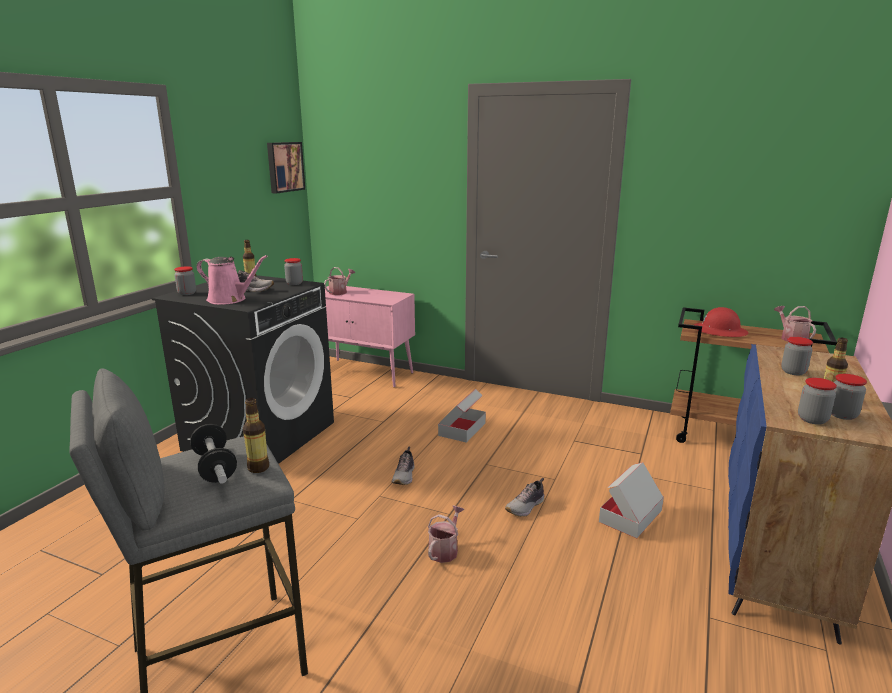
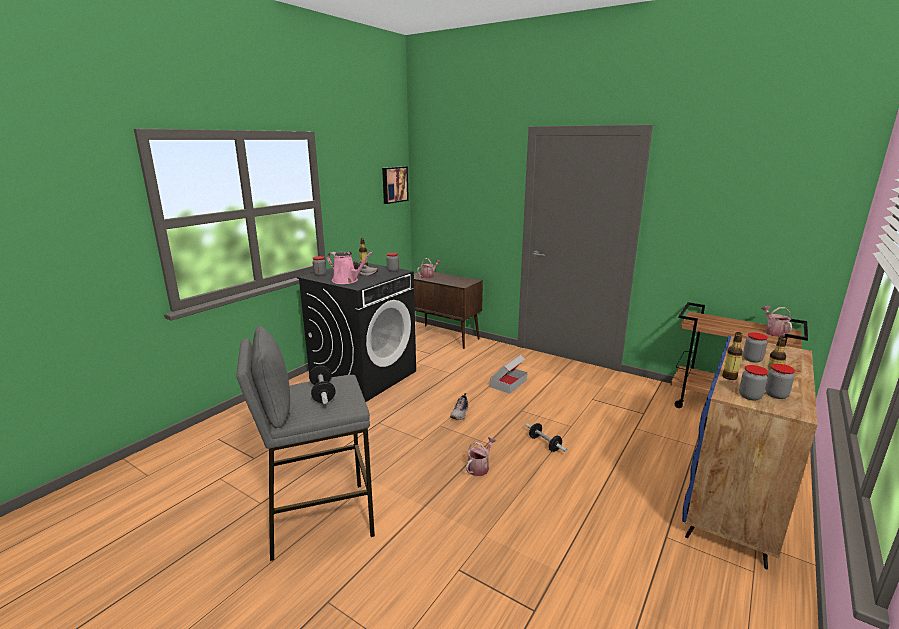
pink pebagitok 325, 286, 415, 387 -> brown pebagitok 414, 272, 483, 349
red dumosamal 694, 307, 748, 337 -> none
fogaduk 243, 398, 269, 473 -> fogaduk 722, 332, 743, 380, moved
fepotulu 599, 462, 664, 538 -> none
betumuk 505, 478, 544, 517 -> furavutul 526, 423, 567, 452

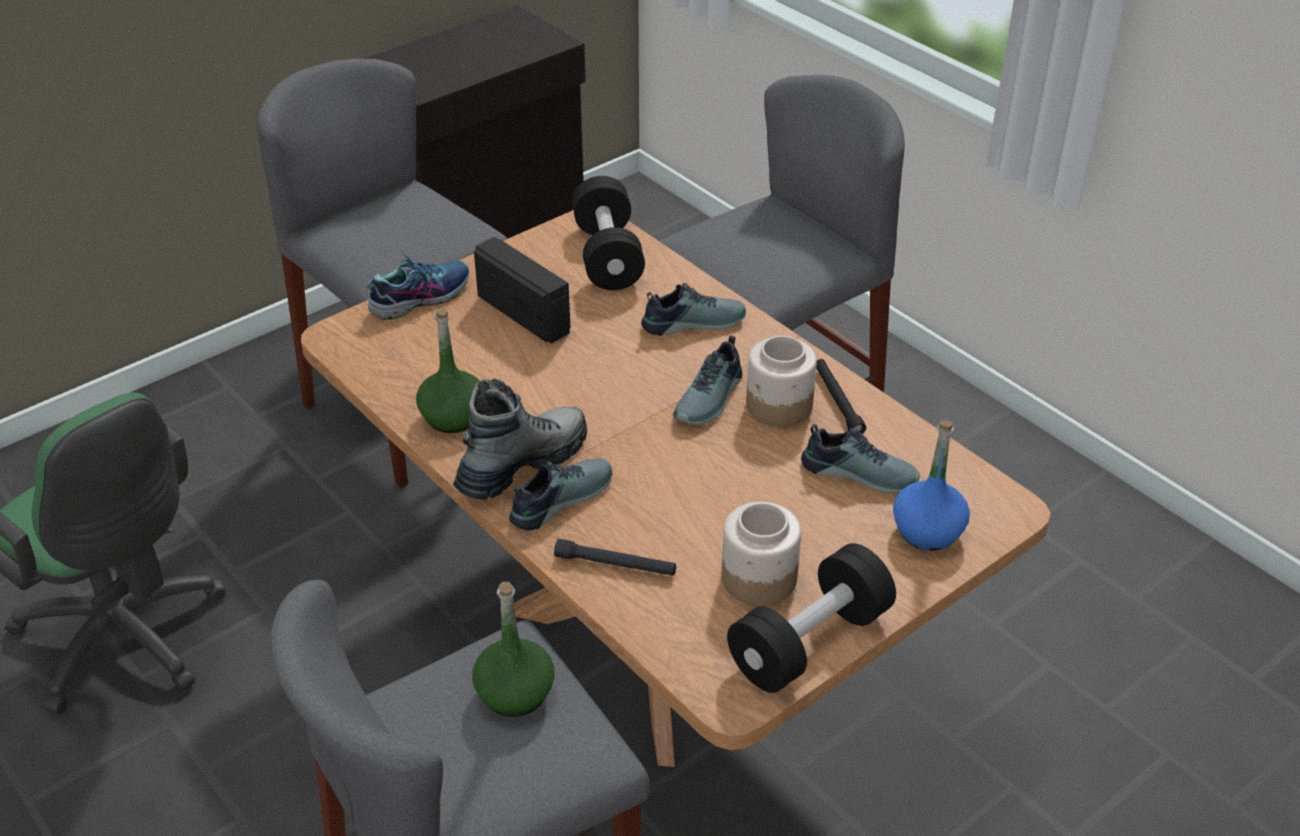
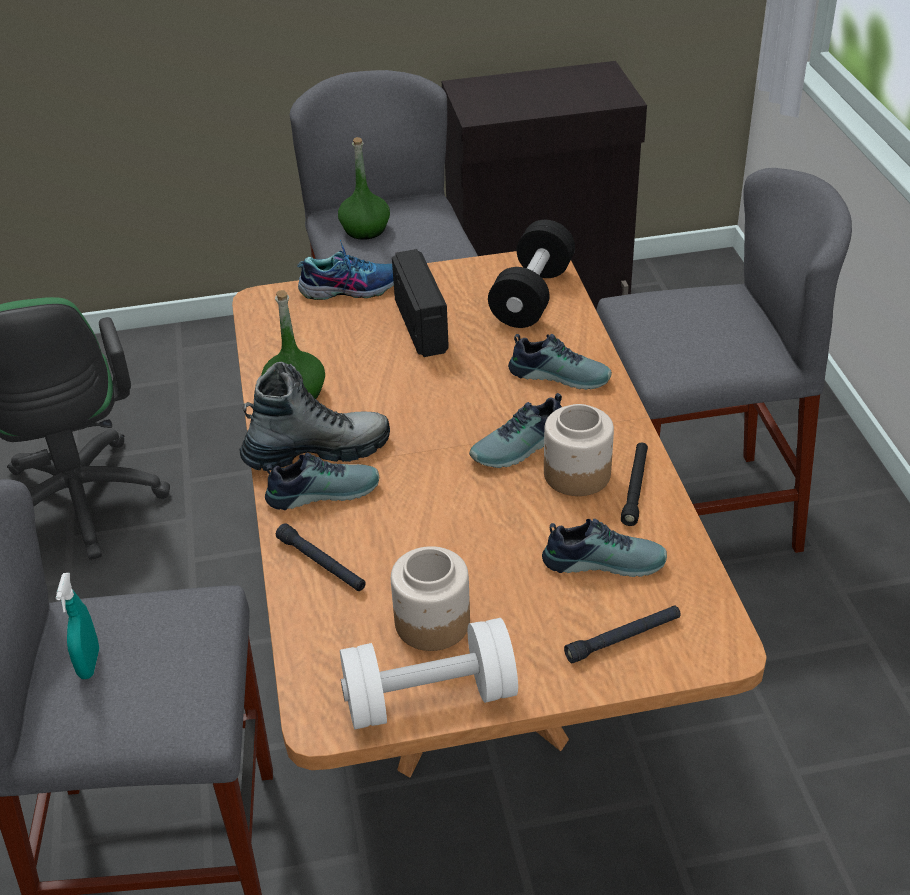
blue fogaduk 893, 420, 970, 551 -> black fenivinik 564, 605, 681, 663
betumuk 801, 424, 920, 494 -> betumuk 542, 519, 667, 577, 45 degrees counterclockwise
black furavutul 727, 543, 896, 693 -> white furavutul 340, 618, 518, 730
green fogaduk 472, 582, 555, 717 -> green fogaduk 338, 137, 390, 240, moved
none -> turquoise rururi 56, 573, 99, 679

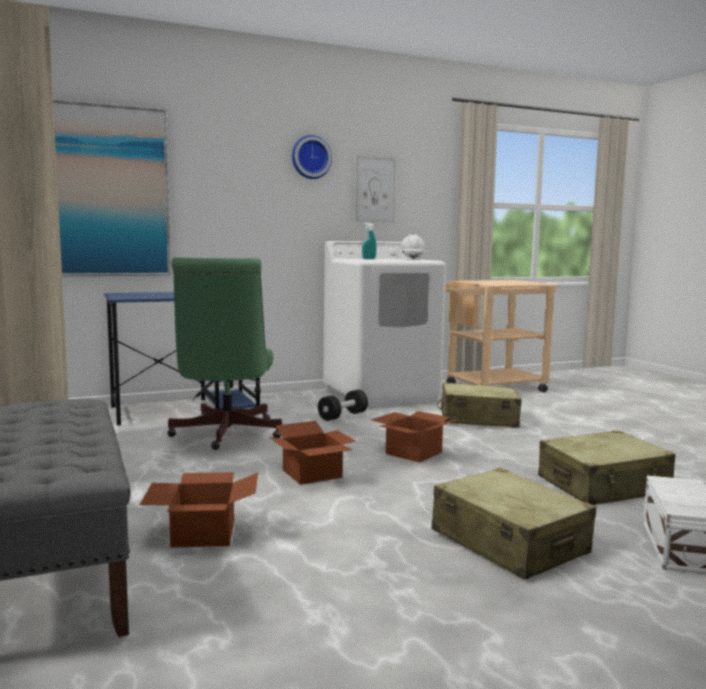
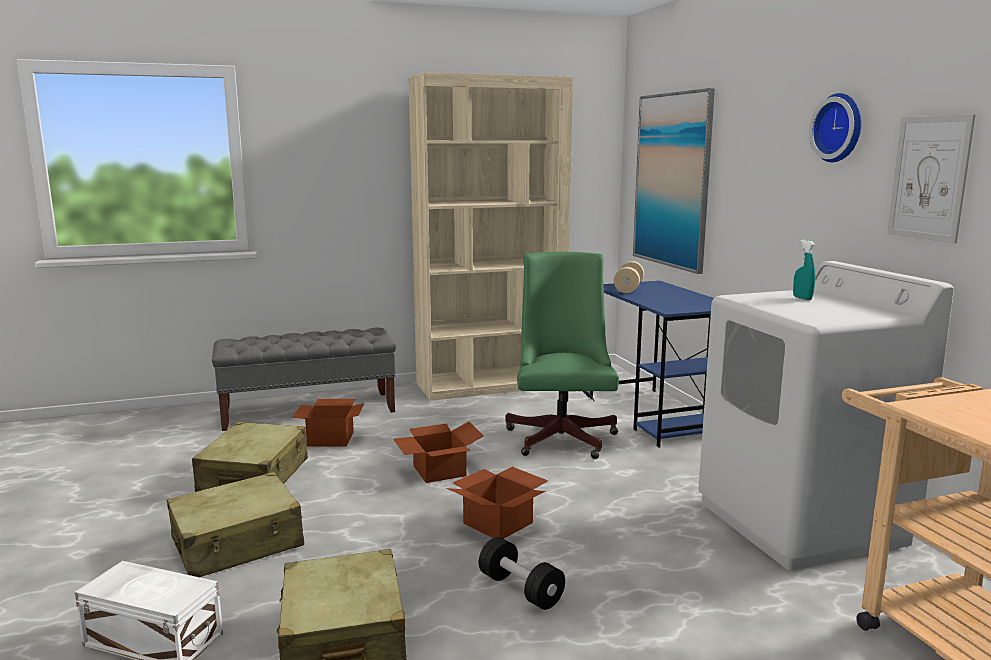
white dumosamal 399, 235, 427, 260 -> none
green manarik 167, 257, 282, 450 -> green manarik 505, 252, 619, 459, 90 degrees clockwise
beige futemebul 437, 382, 522, 428 -> beige futemebul 192, 422, 308, 492, moved
black furavutul 318, 390, 368, 421 -> black furavutul 479, 537, 565, 610, moved
none -> beige furavutul 614, 261, 644, 293

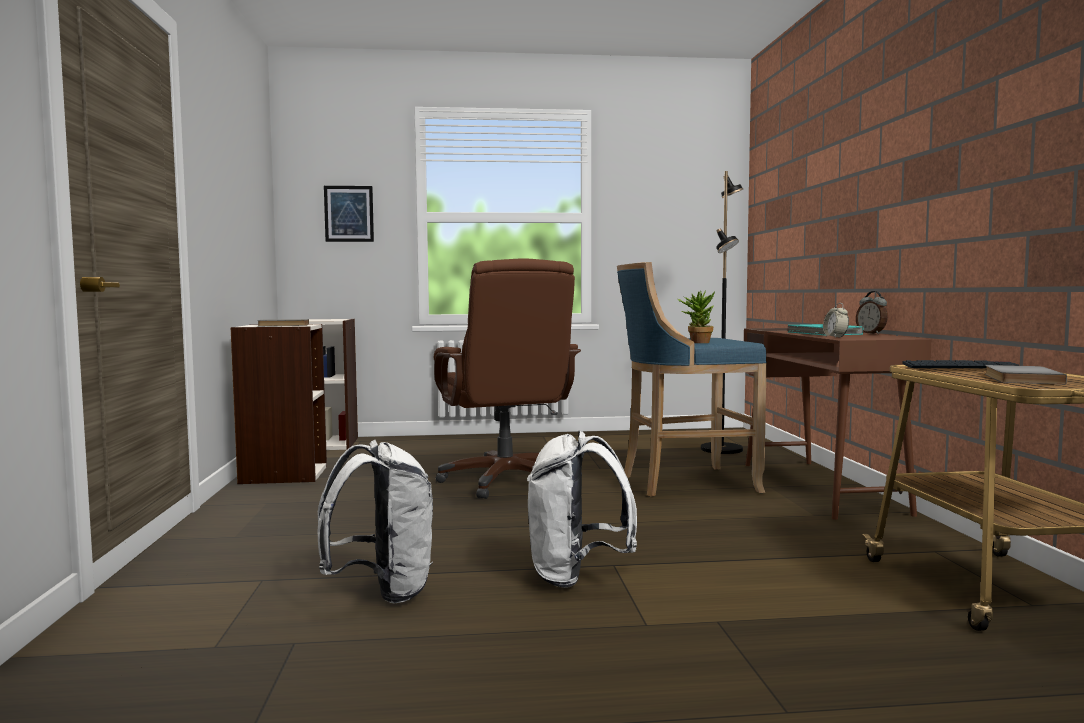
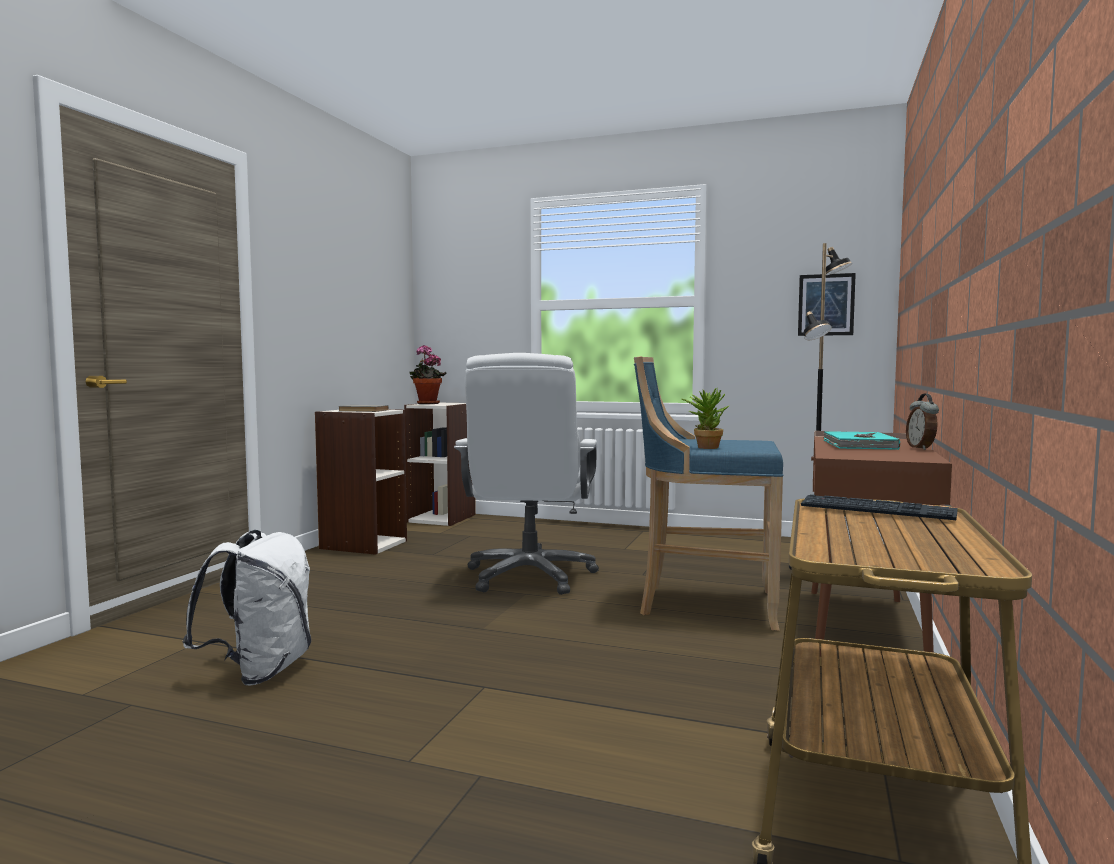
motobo 324, 186, 374, 242 -> motobo 798, 273, 856, 336, moved
brown manarik 434, 258, 581, 499 -> white manarik 454, 353, 599, 595
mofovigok 823, 303, 849, 338 -> none
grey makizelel 985, 365, 1067, 385 -> none
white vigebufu 527, 431, 637, 588 -> none
none -> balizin 409, 345, 446, 404

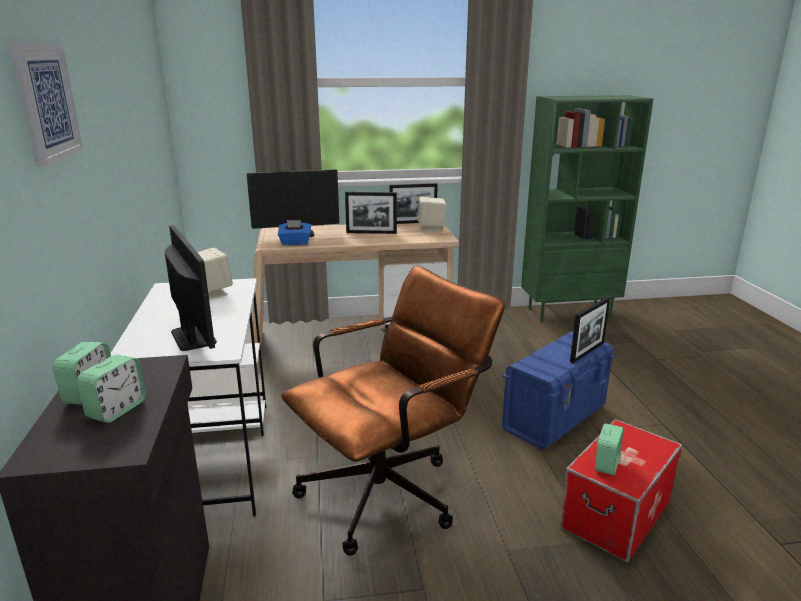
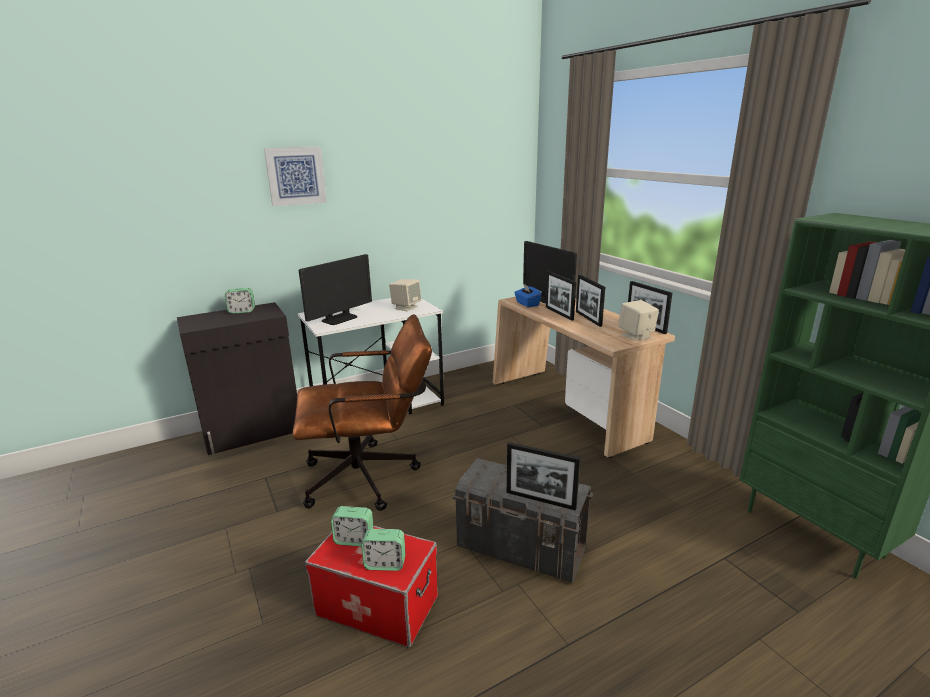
brown manarik 281, 266, 505, 556 -> brown manarik 293, 314, 432, 511, 45 degrees counterclockwise
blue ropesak 502, 331, 615, 450 -> grey ropesak 453, 458, 593, 583
mofovigok 77, 355, 146, 423 -> mofovigok 362, 529, 406, 571, moved
none -> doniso 546, 271, 576, 321

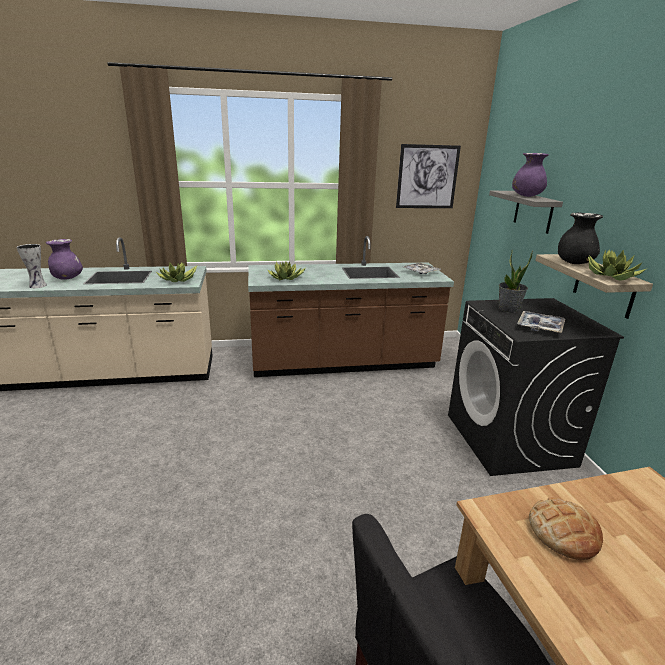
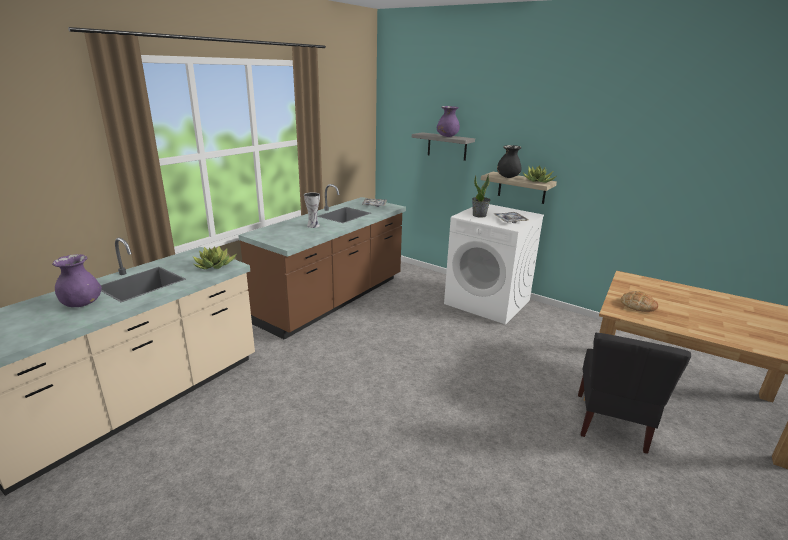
motobo 396, 144, 461, 208 -> none
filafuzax 16, 244, 47, 288 -> filafuzax 304, 192, 320, 228, moved
balizin 268, 261, 305, 280 -> none
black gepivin 448, 298, 624, 476 -> white gepivin 444, 204, 544, 325

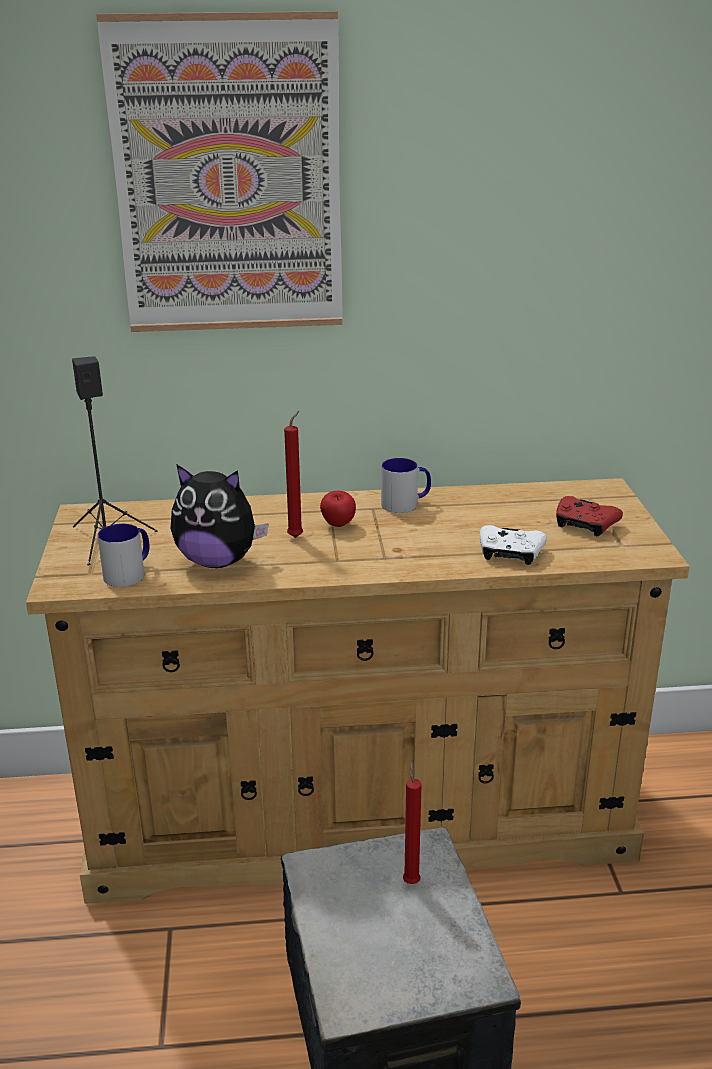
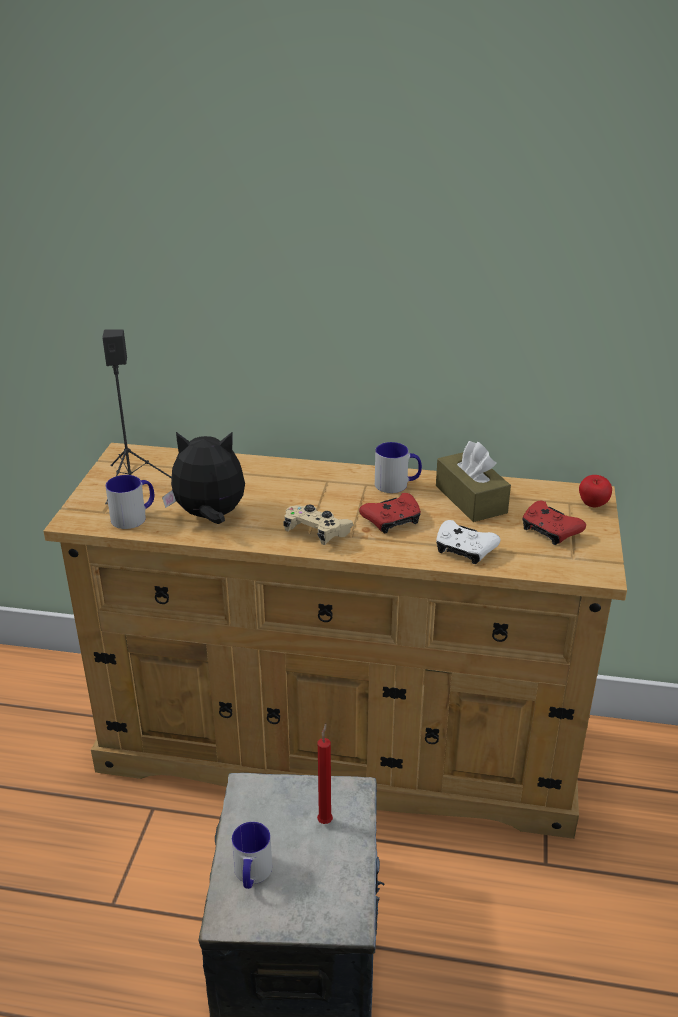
motobo 96, 11, 343, 332 -> none
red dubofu 284, 411, 303, 538 -> none
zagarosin 170, 464, 269, 568 -> zagarosin 162, 432, 245, 524, 150 degrees clockwise
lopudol 320, 491, 356, 527 -> lopudol 579, 475, 612, 508, moved
none -> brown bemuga 436, 441, 511, 522
none -> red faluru 359, 493, 421, 533
none -> beige faluru 283, 505, 354, 545
none -> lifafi 232, 822, 272, 889

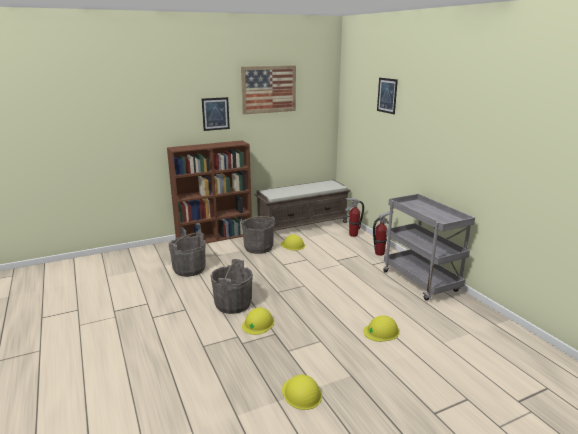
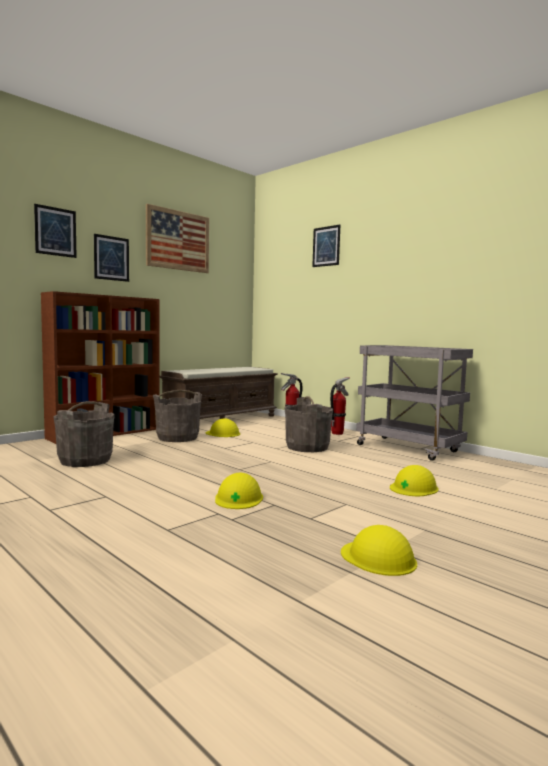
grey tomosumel 211, 259, 253, 314 -> grey tomosumel 284, 396, 333, 452, moved
none -> motobo 34, 204, 77, 258

